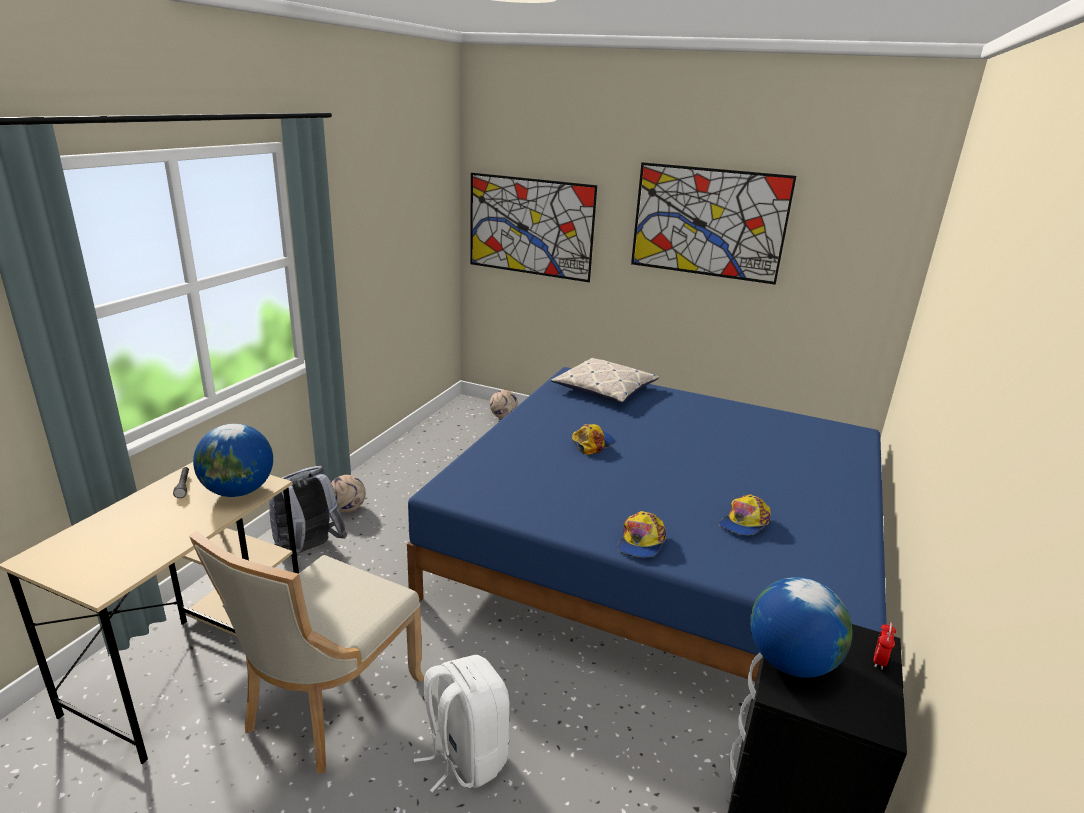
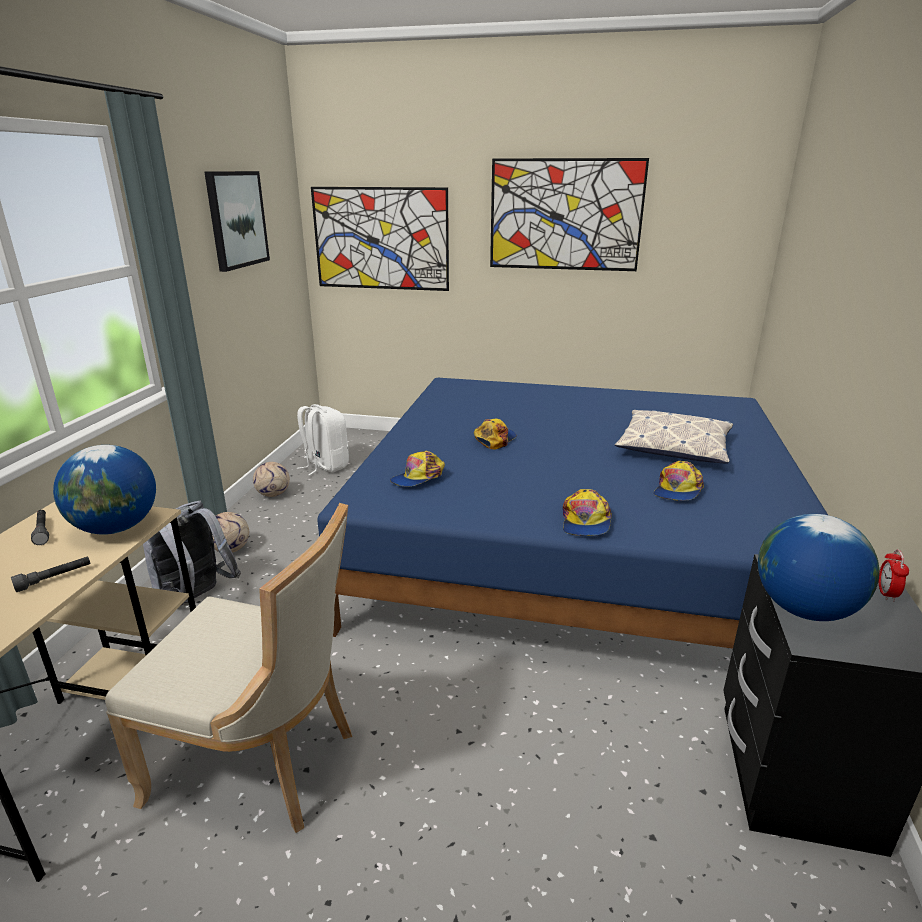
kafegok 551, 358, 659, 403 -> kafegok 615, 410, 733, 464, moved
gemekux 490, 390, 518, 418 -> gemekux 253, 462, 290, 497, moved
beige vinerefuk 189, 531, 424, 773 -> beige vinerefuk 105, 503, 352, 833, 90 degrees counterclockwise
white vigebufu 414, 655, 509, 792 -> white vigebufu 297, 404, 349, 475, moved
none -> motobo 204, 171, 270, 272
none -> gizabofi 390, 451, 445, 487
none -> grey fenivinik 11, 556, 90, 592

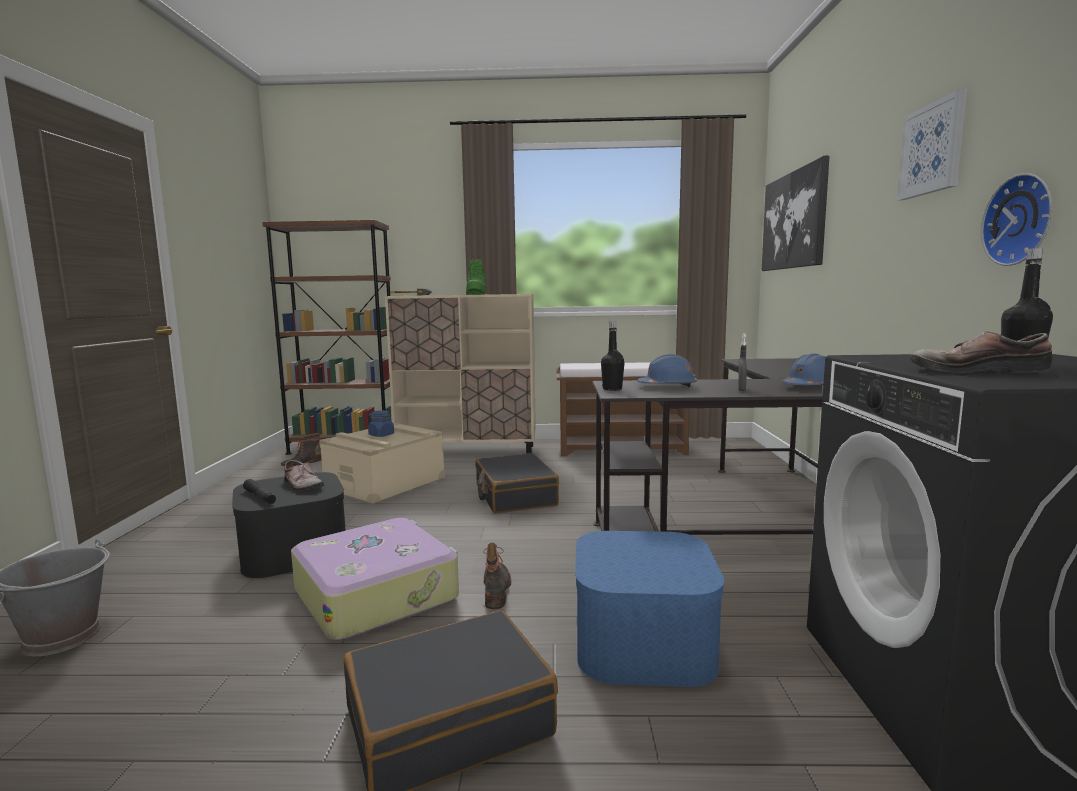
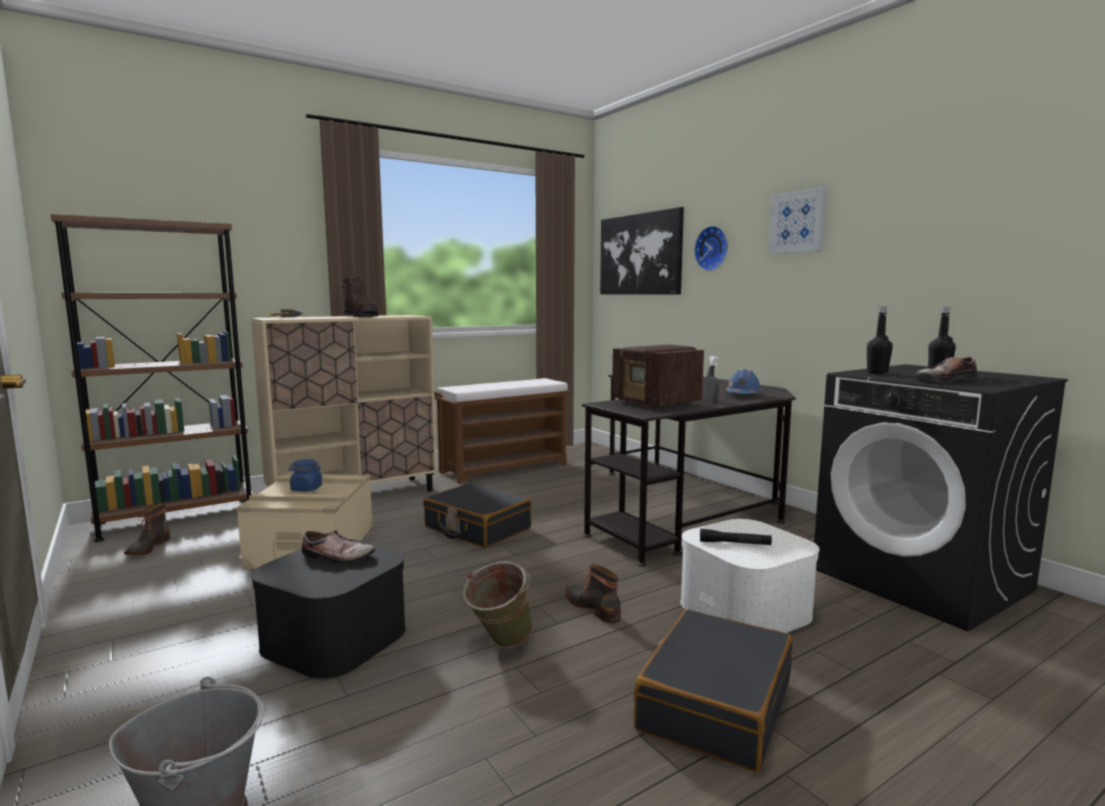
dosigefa 981, 173, 1052, 266 -> dosigefa 694, 226, 728, 271, moved
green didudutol 466, 259, 488, 295 -> brown didudutol 342, 277, 378, 317
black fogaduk 601, 321, 625, 391 -> black fogaduk 867, 306, 893, 374, moved
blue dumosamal 637, 354, 697, 388 -> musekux 612, 345, 704, 409
black fenivinik 243, 479, 276, 504 -> black fenivinik 700, 529, 772, 545, moved
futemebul 291, 518, 459, 641 -> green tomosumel 463, 562, 533, 648
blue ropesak 575, 531, 724, 687 -> white ropesak 681, 519, 819, 633

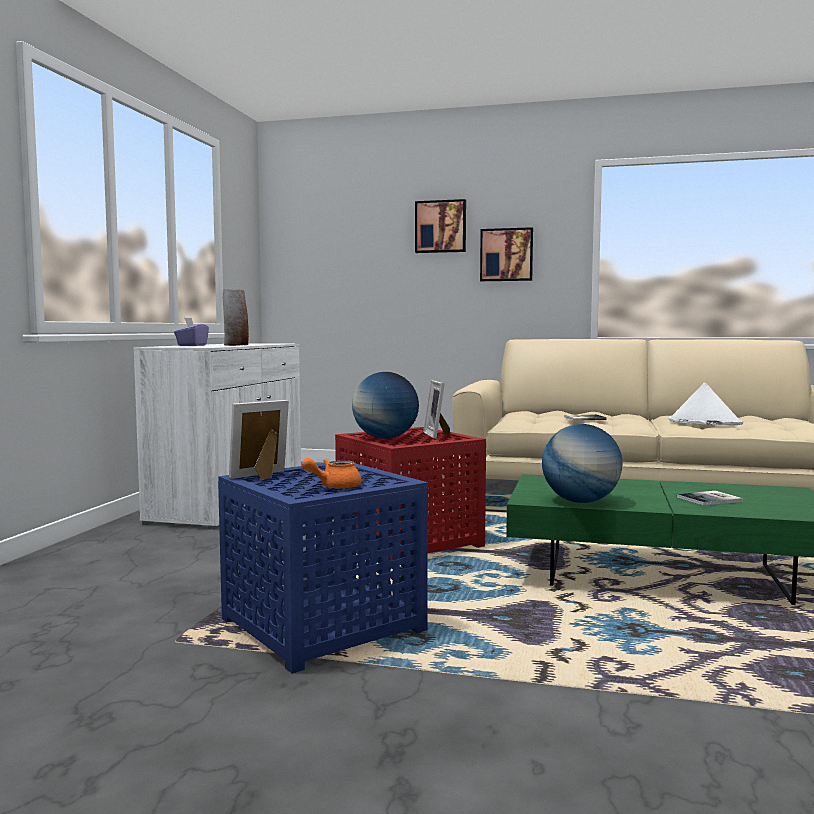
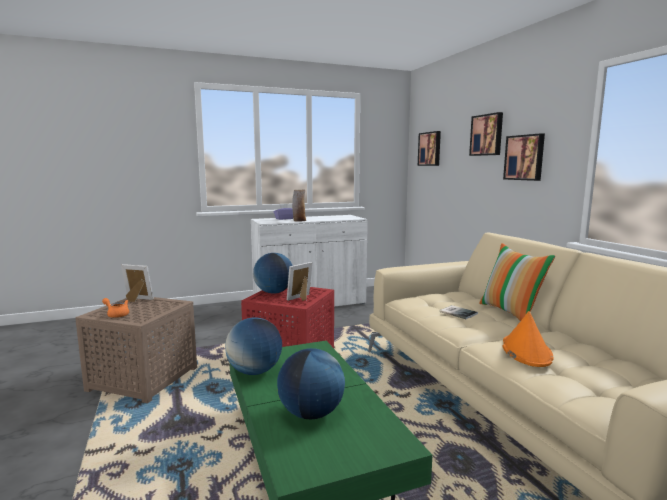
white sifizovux 669, 382, 743, 425 -> orange sifizovux 503, 311, 553, 367
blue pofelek 218, 463, 428, 674 -> brown pofelek 76, 297, 197, 403
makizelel 677, 491, 743, 506 -> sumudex 277, 348, 345, 419
none -> motobo 418, 131, 441, 166
none -> kafegok 479, 243, 555, 321

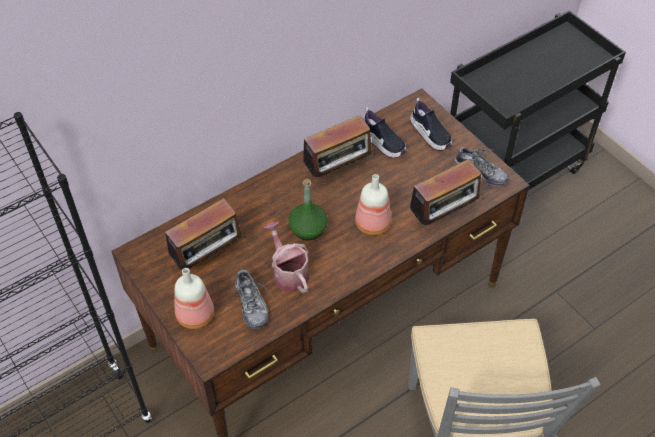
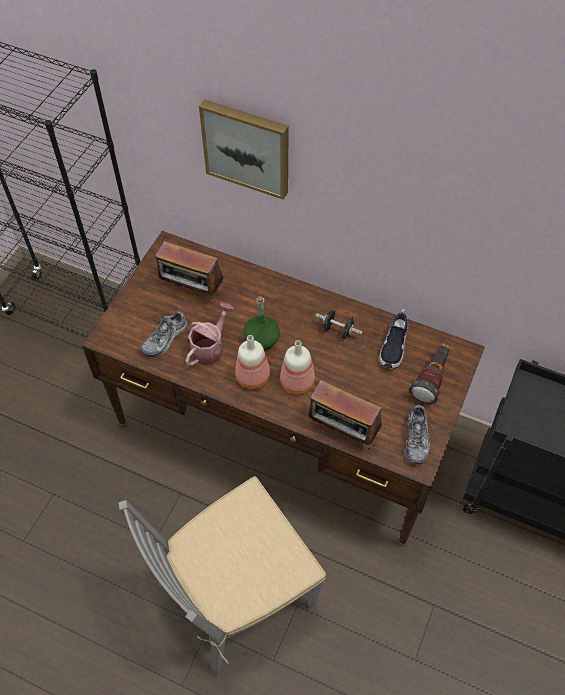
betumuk 410, 98, 453, 151 -> fenivinik 409, 343, 449, 404
musekux 296, 115, 375, 179 -> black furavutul 315, 310, 362, 339
fogaduk 175, 268, 214, 329 -> fogaduk 235, 335, 270, 389, moved
none -> motobo 199, 99, 289, 200

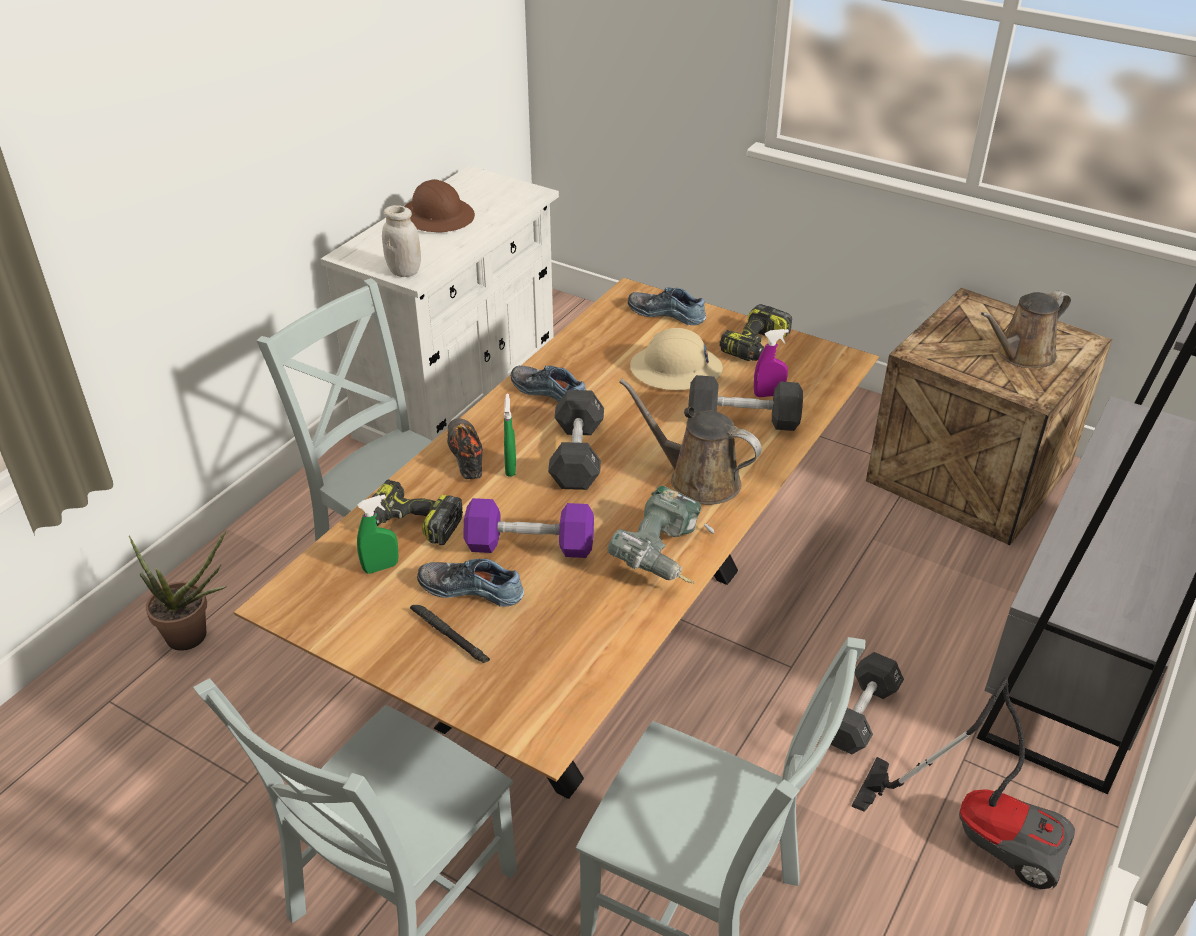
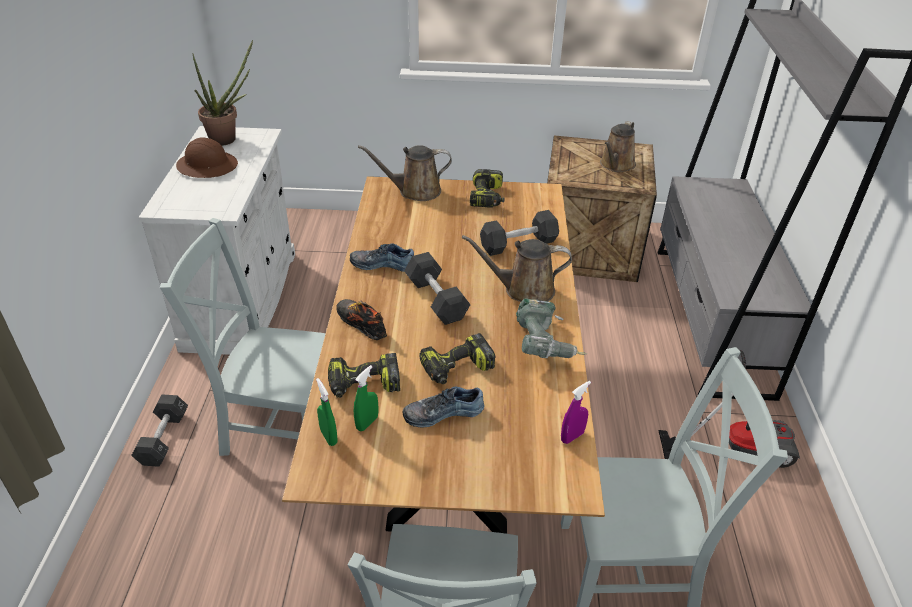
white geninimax 382, 205, 421, 277 -> none
betumuk 628, 287, 706, 325 -> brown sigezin 358, 145, 452, 201
beige dumosamal 630, 328, 723, 390 -> none
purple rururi 754, 329, 789, 397 -> purple rururi 561, 381, 591, 444, moved
green rururi 504, 394, 516, 477 -> green rururi 316, 378, 338, 446, moved
purple furavutul 463, 498, 594, 558 -> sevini 419, 333, 496, 384
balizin 129, 530, 226, 651 -> balizin 193, 40, 253, 146, moved
black fenivinik 410, 605, 490, 663 -> none
black furavutul 831, 652, 904, 755 -> black furavutul 131, 395, 188, 467, moved

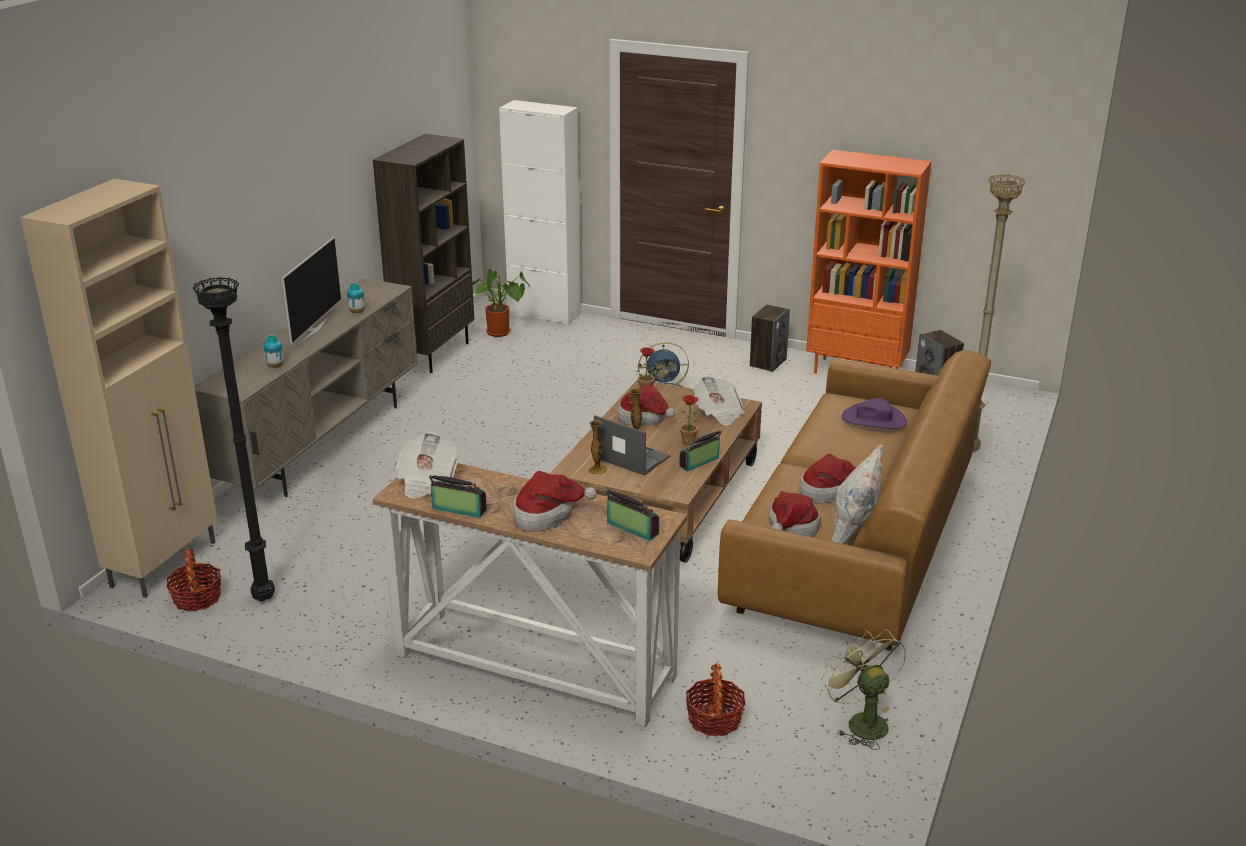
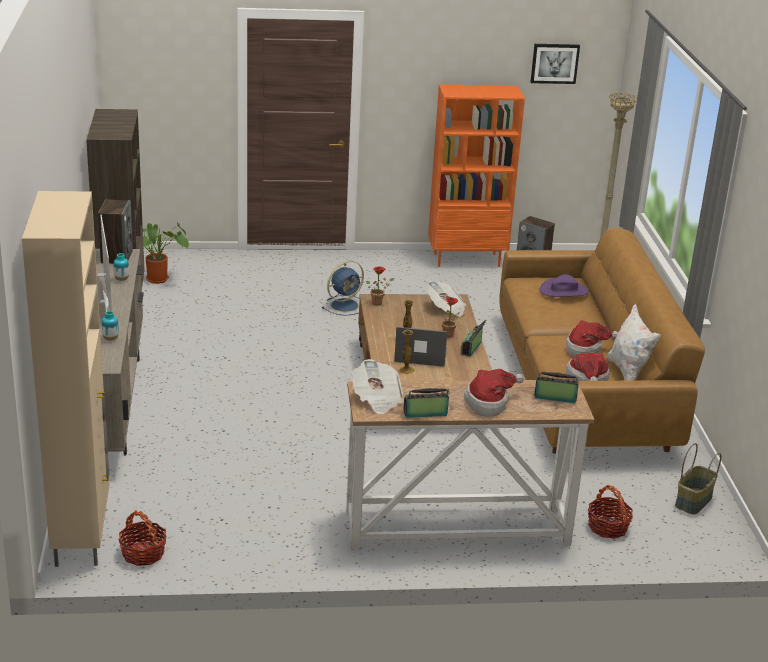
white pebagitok 499, 100, 581, 325 -> none
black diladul 193, 277, 275, 601 -> none
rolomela 750, 305, 790, 372 -> rolomela 98, 199, 133, 264, moved
sifizovux 617, 384, 675, 426 -> none
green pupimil 821, 629, 906, 750 -> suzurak 675, 443, 721, 515
none -> motobo 531, 44, 580, 84

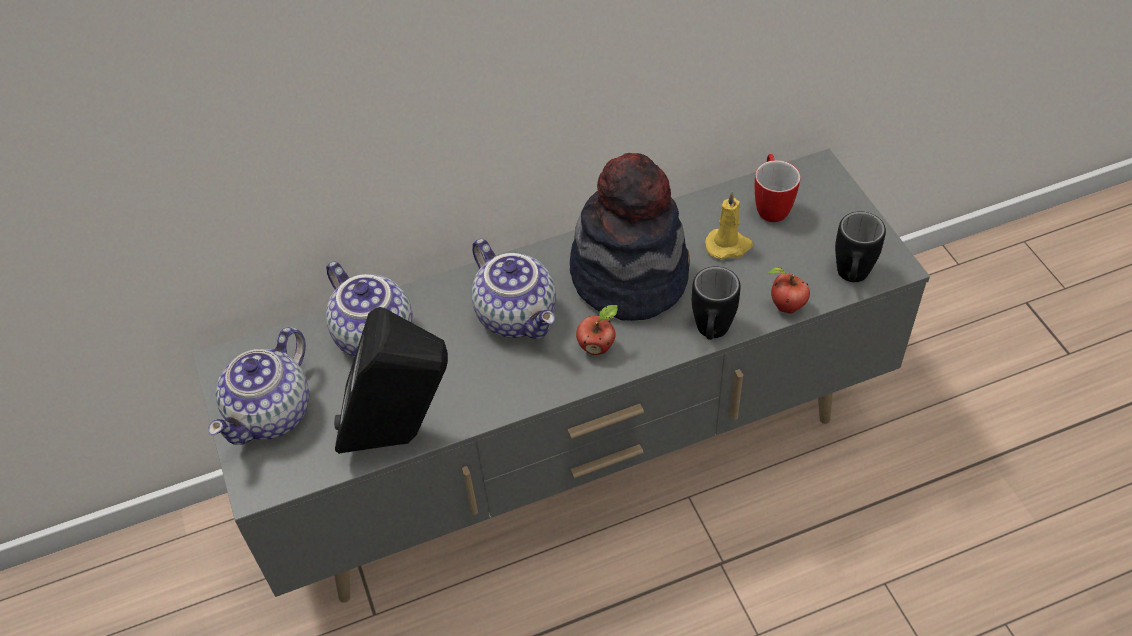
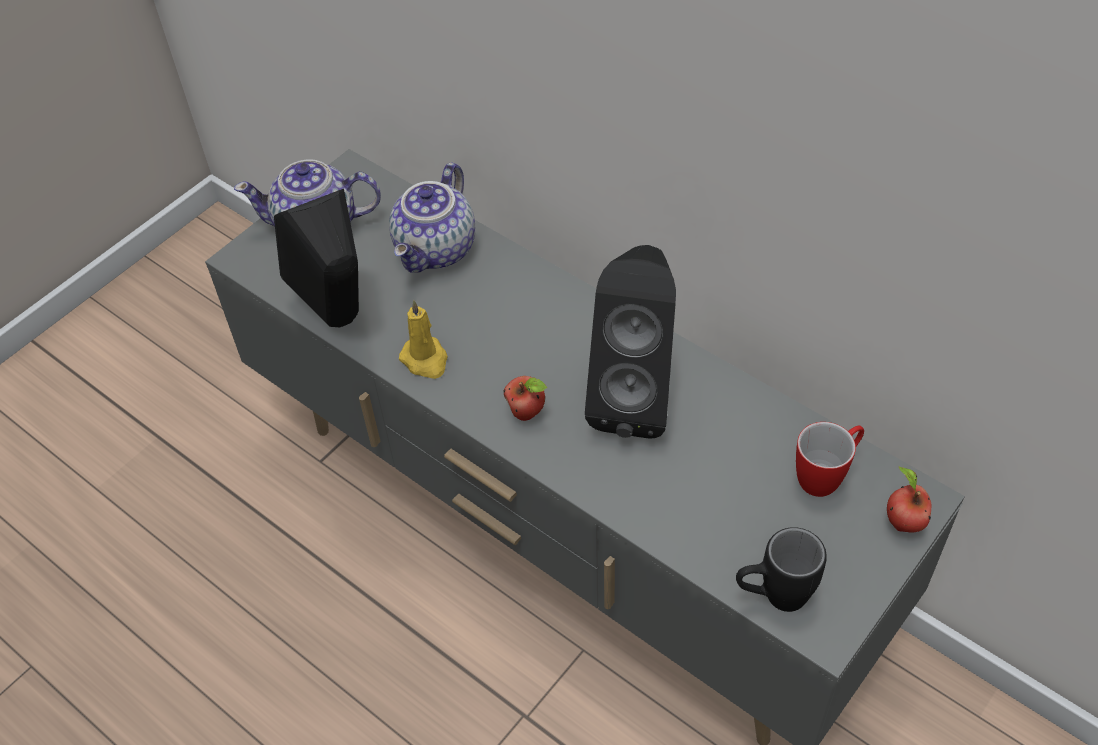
sifizovux 570, 153, 690, 321 -> black rolomela 585, 245, 676, 438
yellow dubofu 705, 191, 753, 260 -> yellow dubofu 399, 300, 448, 379, moved
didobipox 472, 239, 556, 339 -> none
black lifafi 692, 266, 741, 340 -> none
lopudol 768, 267, 810, 314 -> lopudol 887, 466, 932, 533, moved

